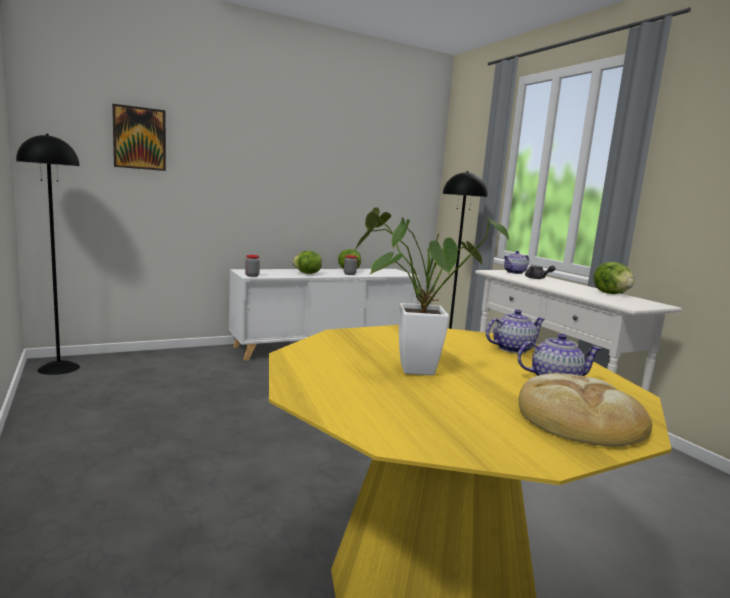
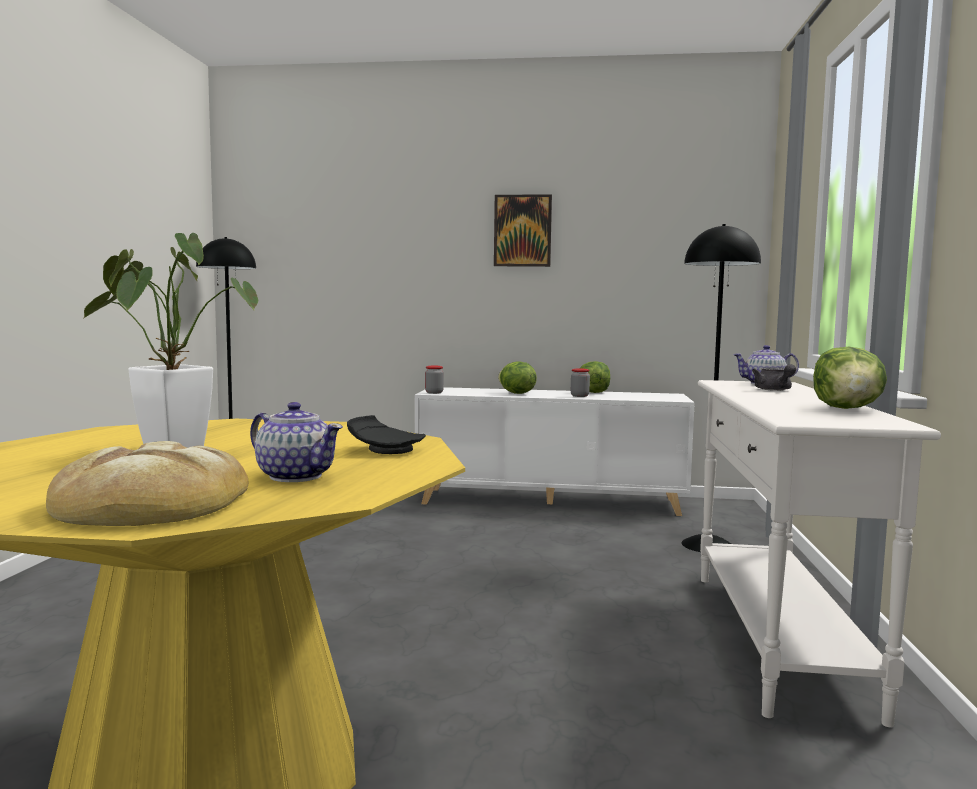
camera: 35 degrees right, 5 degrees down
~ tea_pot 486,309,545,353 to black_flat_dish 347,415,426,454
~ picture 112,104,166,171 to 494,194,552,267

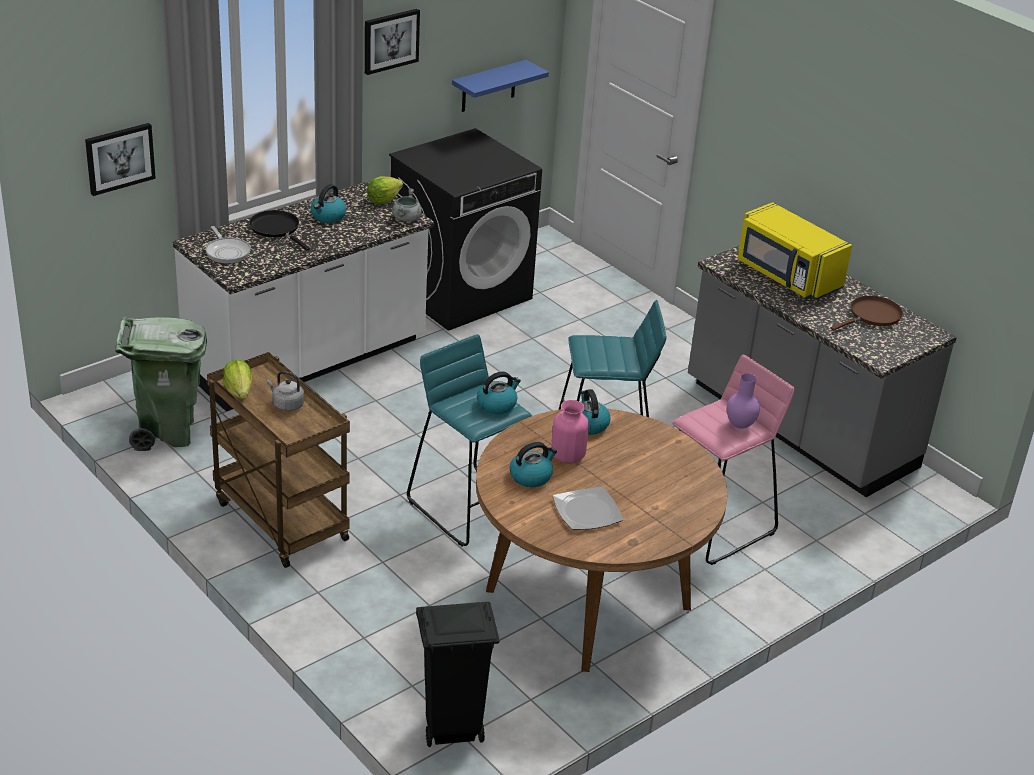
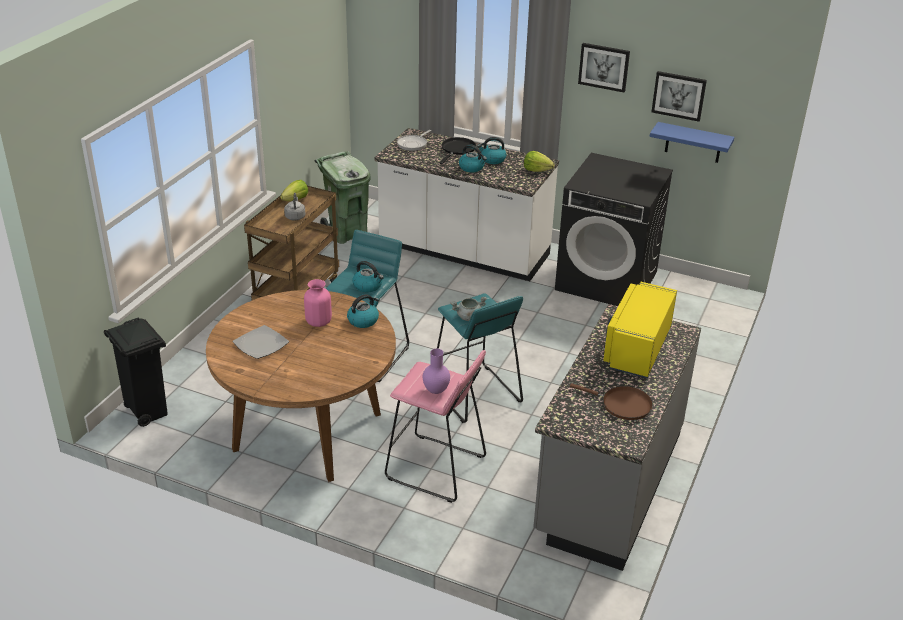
camera: 65 degrees right, 0 degrees up
~ grey_stockpot 392,188,421,222 to 450,296,487,321
~ tea_kettle 509,442,557,487 to 459,145,487,173
~ picture 85,123,156,196 to 651,71,707,122

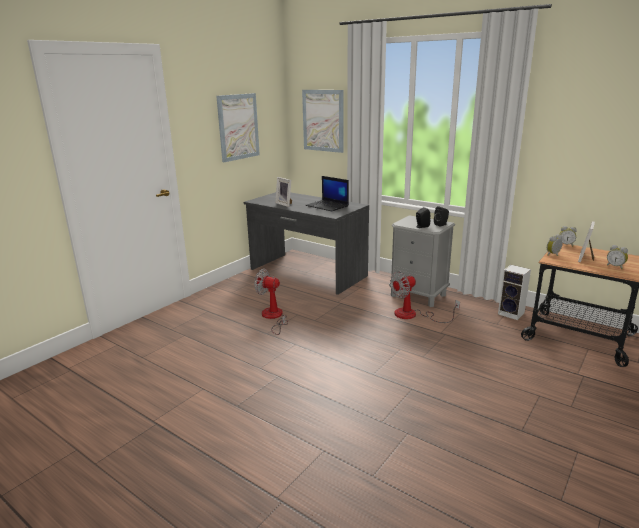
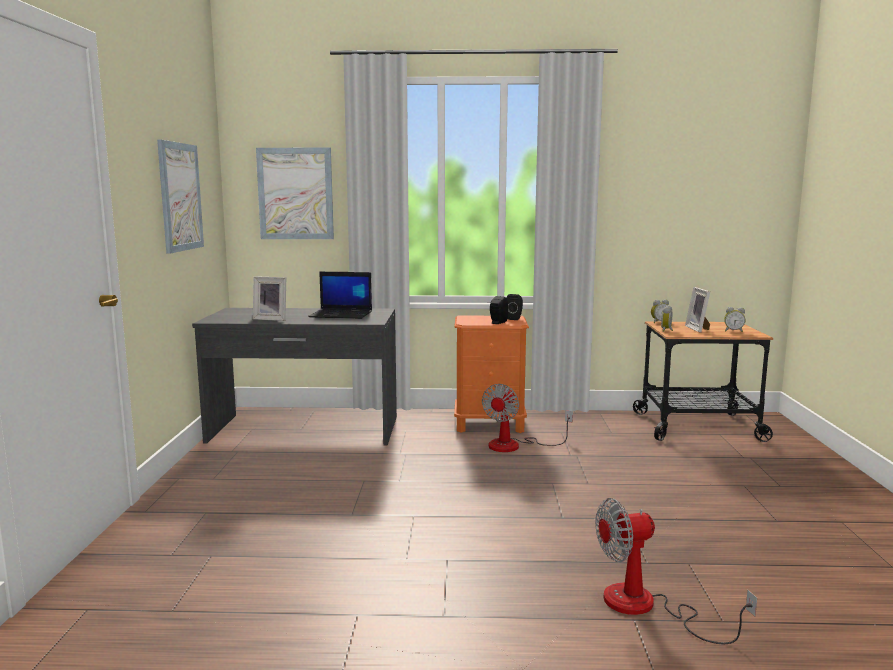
camera: 35 degrees left, 10 degrees down
~ grey_nightstand 389,215,455,307 to orange_nightstand 454,315,529,433
~ cooling_fan 254,269,288,335 to 595,498,757,645
- speaker 498,265,531,320

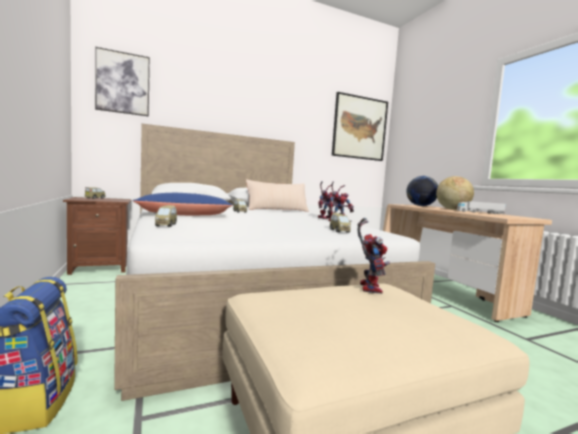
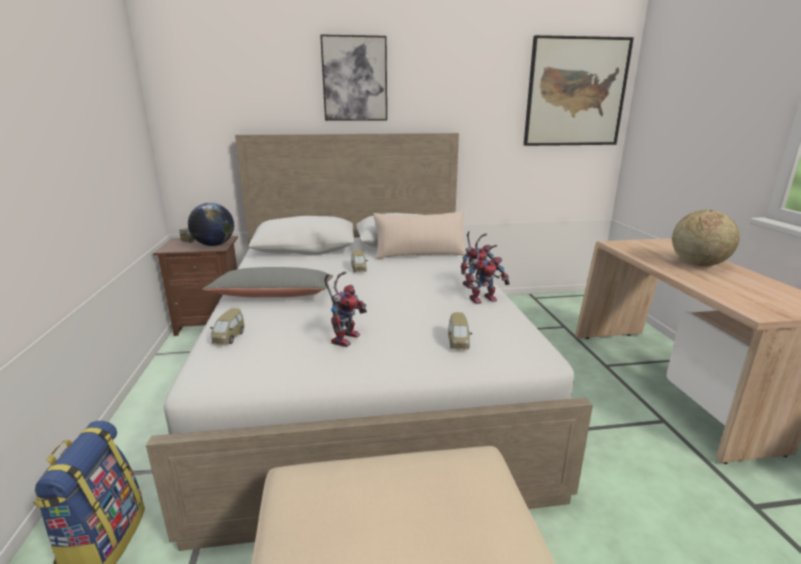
camera: 15 degrees right, 15 degrees up
~ desk_globe 406,176,438,206 to 188,203,234,246
~ blue-coloured_cushion 132,193,233,216 to grey_cushion 202,267,333,297
~ picture 95,47,150,116 to 320,34,387,121
~ robot_figure 358,218,390,294 to 324,271,367,347
- model_truck 457,201,506,214

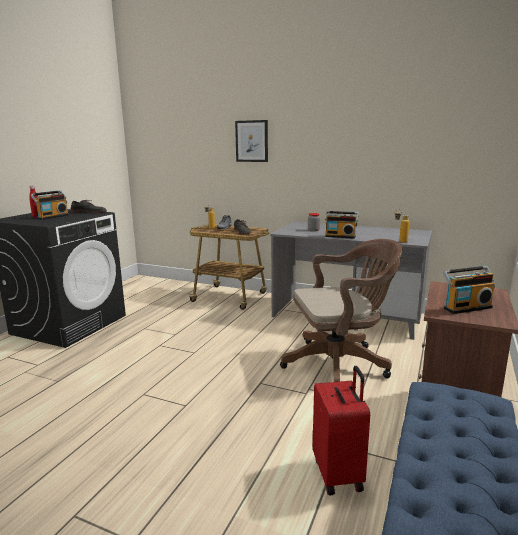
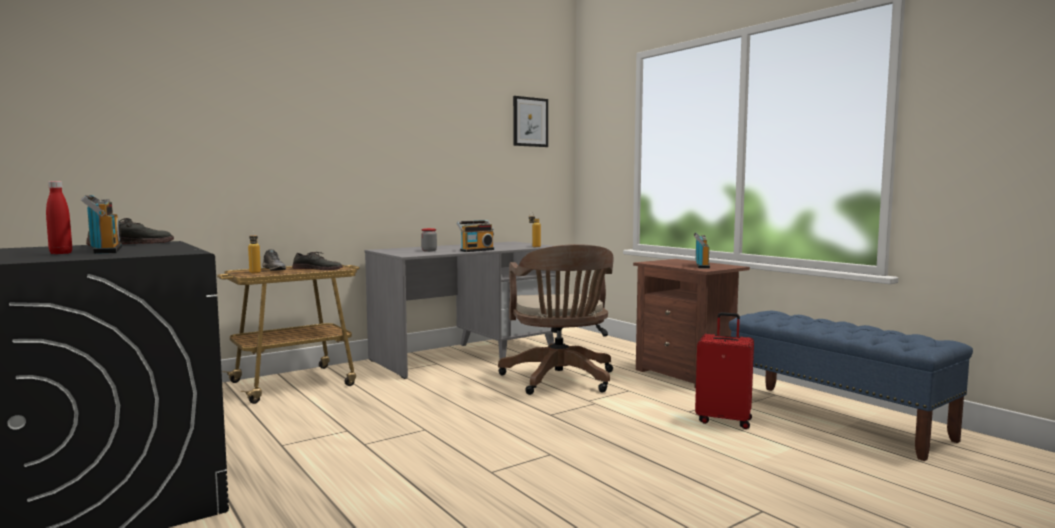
camera: 60 degrees left, 10 degrees down
~ brownish_computer_chair 280,239,402,382 = 498,244,614,395 150 degrees clockwise
~ picture 235,120,268,162 to 513,96,548,147

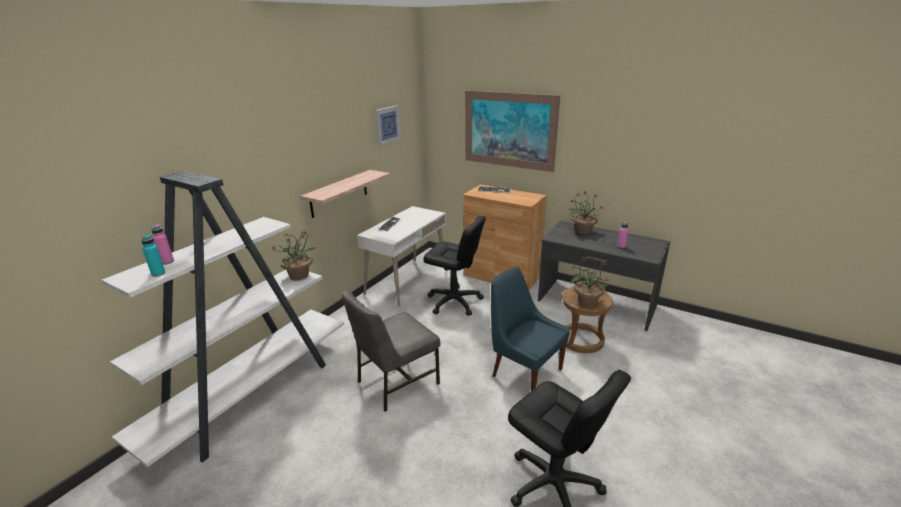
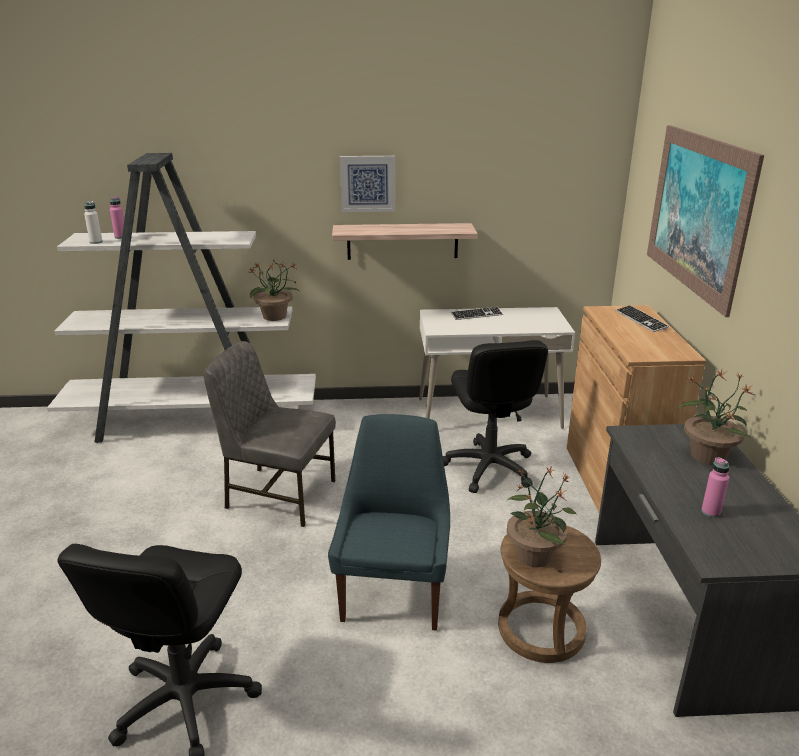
camera: 55 degrees right, 0 degrees up
~ blue-green_drink_bottle 142,234,166,277 to white_drink_bottle 84,201,103,244
~ picture 375,105,401,146 to 340,156,395,212

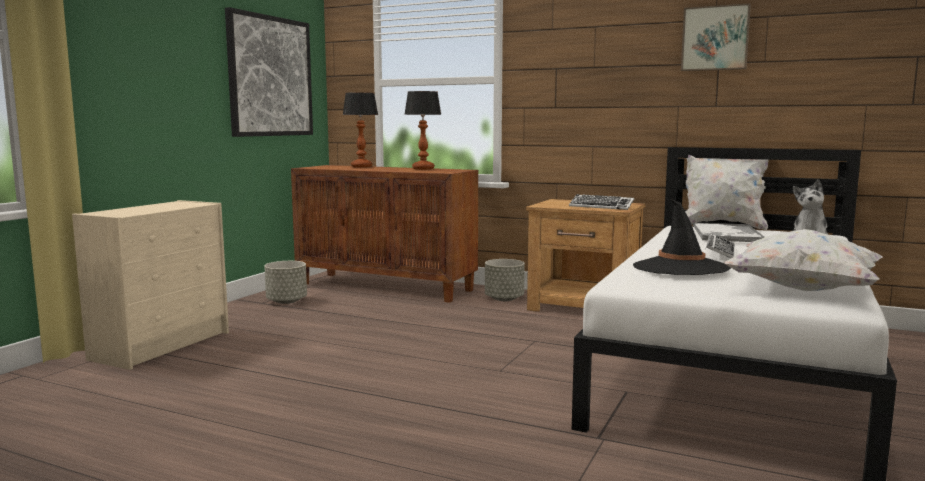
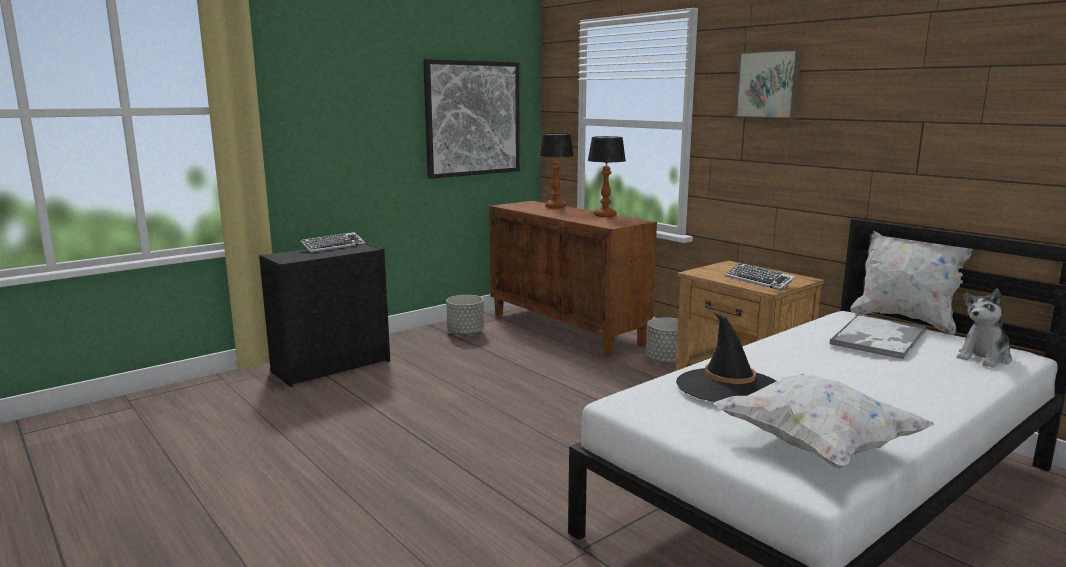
camera: 25 degrees right, 5 degrees up
~ beige-coloured_chest_of_drawers 72,200,229,370 to black_chest_of_drawers 259,243,390,387
~ computer_keyboard 705,233,735,258 to 300,232,365,253
~ picture 681,3,751,71 to 735,49,802,119

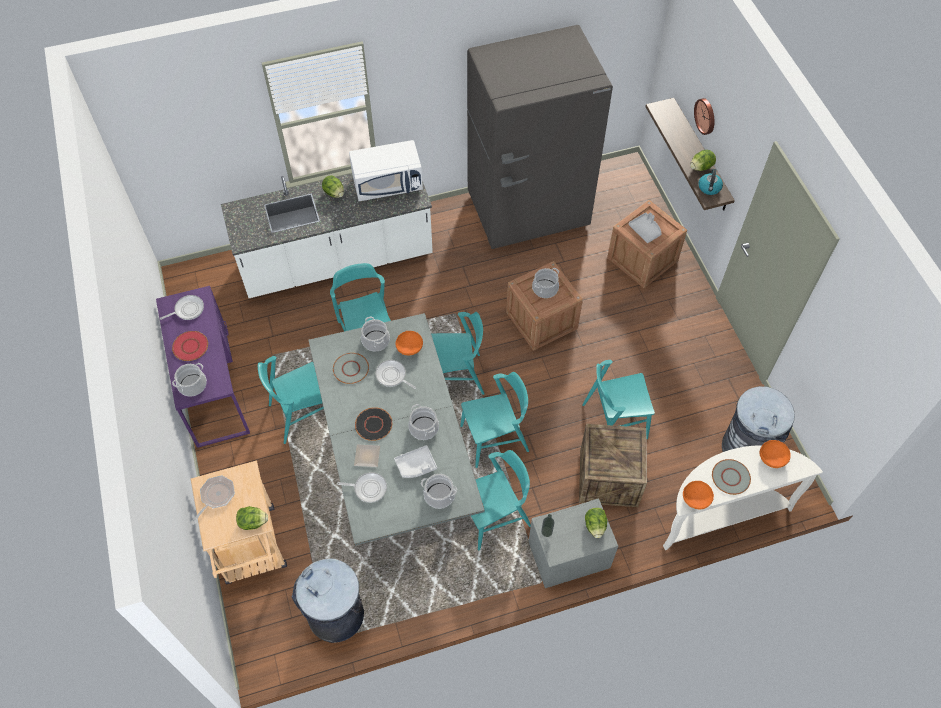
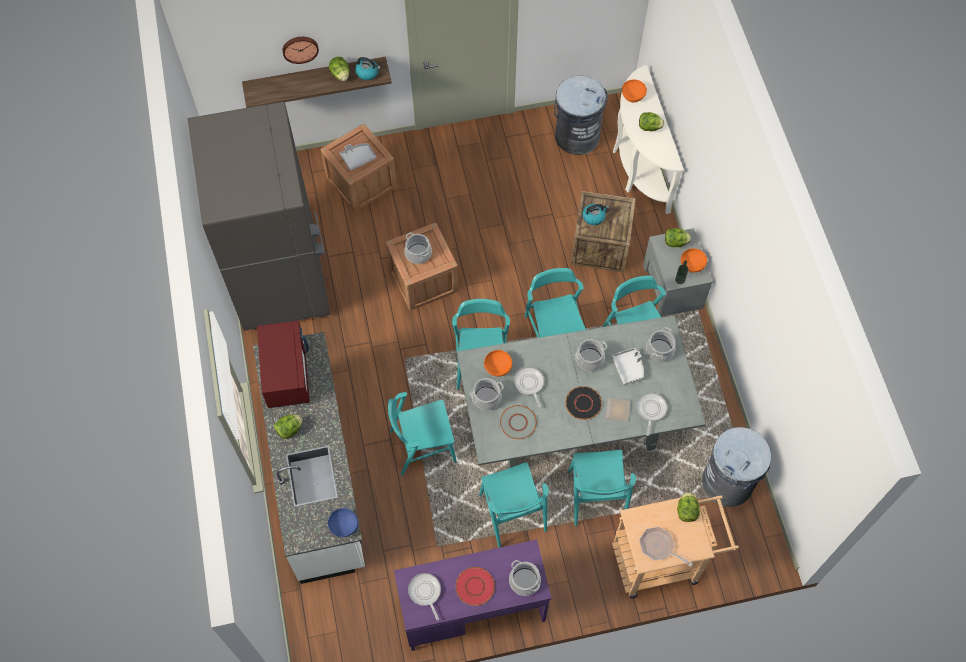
camera: 85 degrees left, 5 degrees up
~ white_microwave_oven 349,140,423,201 to red-coloured_microwave_oven 257,321,310,408
+ blue-coloured_serving_bowl 328,508,358,537
~ skillet 376,360,416,389 = 514,367,544,408 120 degrees clockwise
~ blue-green_chair 582,360,655,439 to 568,450,636,526
+ tea_kettle 582,204,609,225
~ grey_flat_dish 712,459,751,495 to lettuce 639,112,664,131
~ orange_serving_bowl 683,481,714,509 to 681,248,707,273

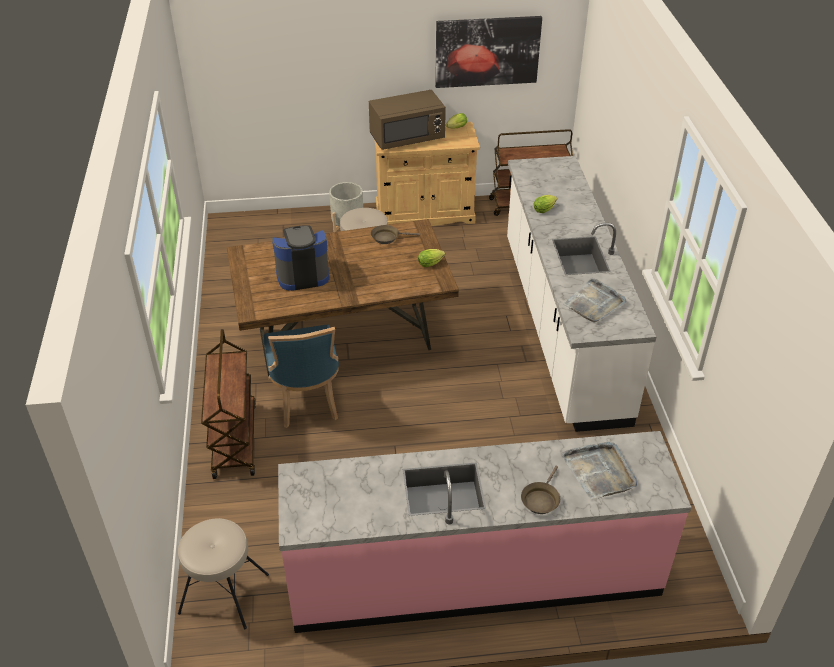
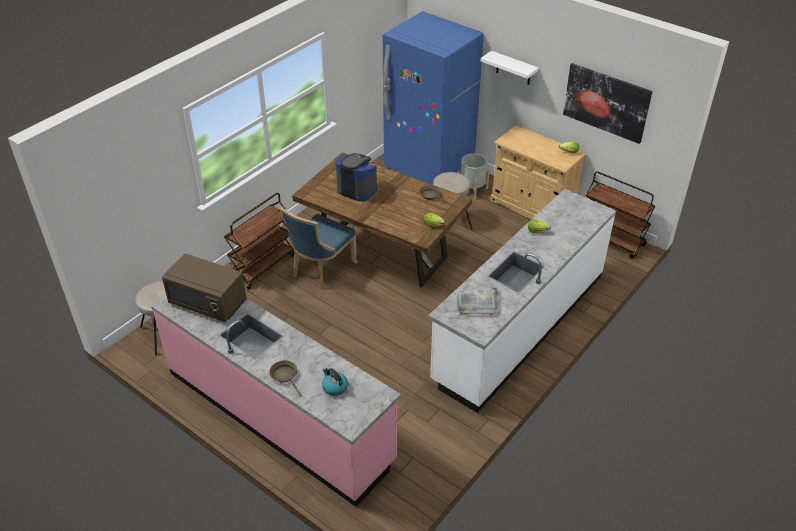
camera: 45 degrees right, 0 degrees up
~ brownish_microwave_oven 369,90,446,150 to 162,253,247,322
~ brownish_skillet 521,466,560,514 = 270,360,302,397 75 degrees clockwise
~ grey_carrying_tray 561,442,637,500 to tea_kettle 322,368,348,396
+ blue-coloured_kitchen_fridge 383,11,484,185
+ white_wall_shelf 480,51,539,85

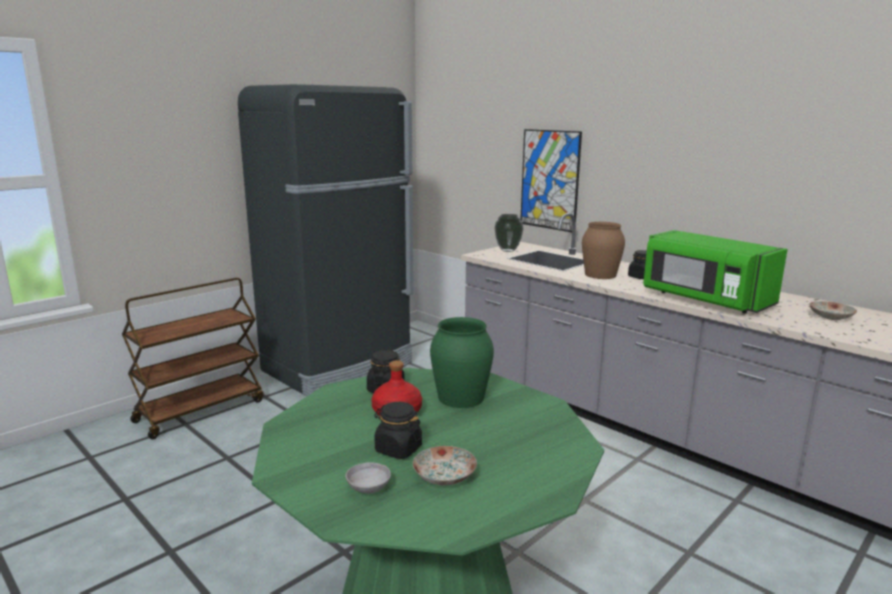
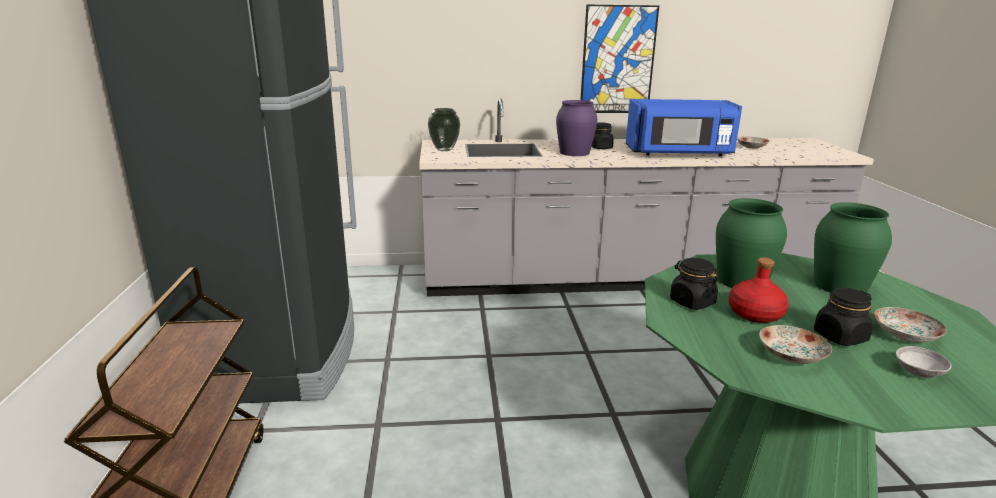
camera: 50 degrees left, 5 degrees up
~ brownish_vase 582,222,625,279 to purple_vase 556,100,597,156
~ picture 520,129,582,232 to 580,5,659,113
~ green-coloured_microwave_oven 643,230,788,314 to blue-coloured_microwave_oven 626,99,742,156
+ flat_dish 759,325,832,364
+ green-coloured_vase 814,202,892,293

